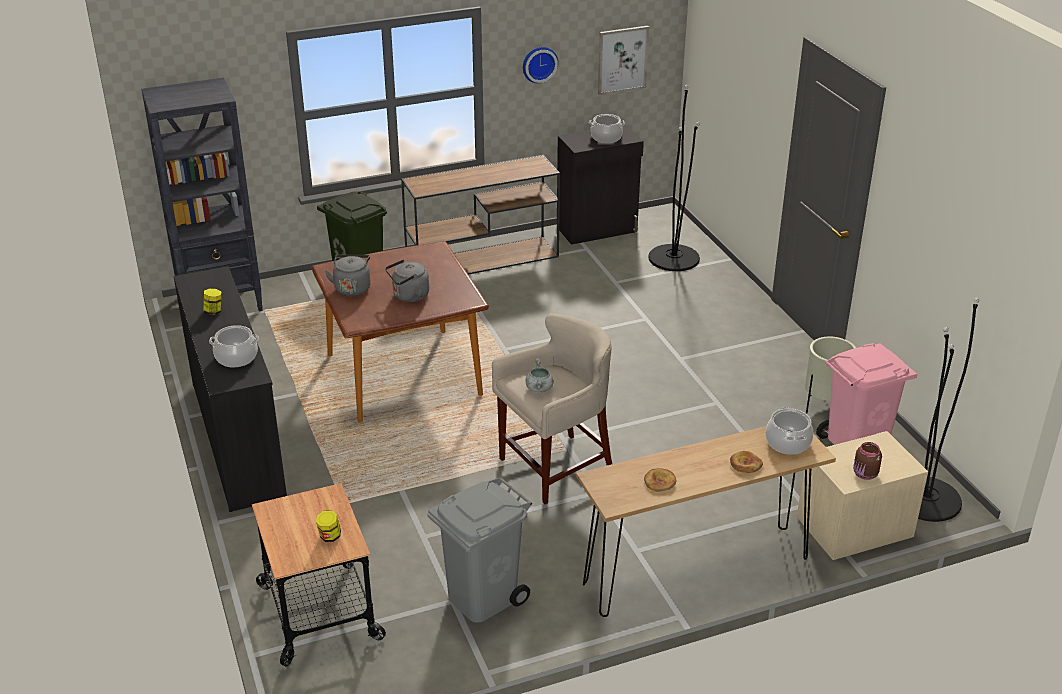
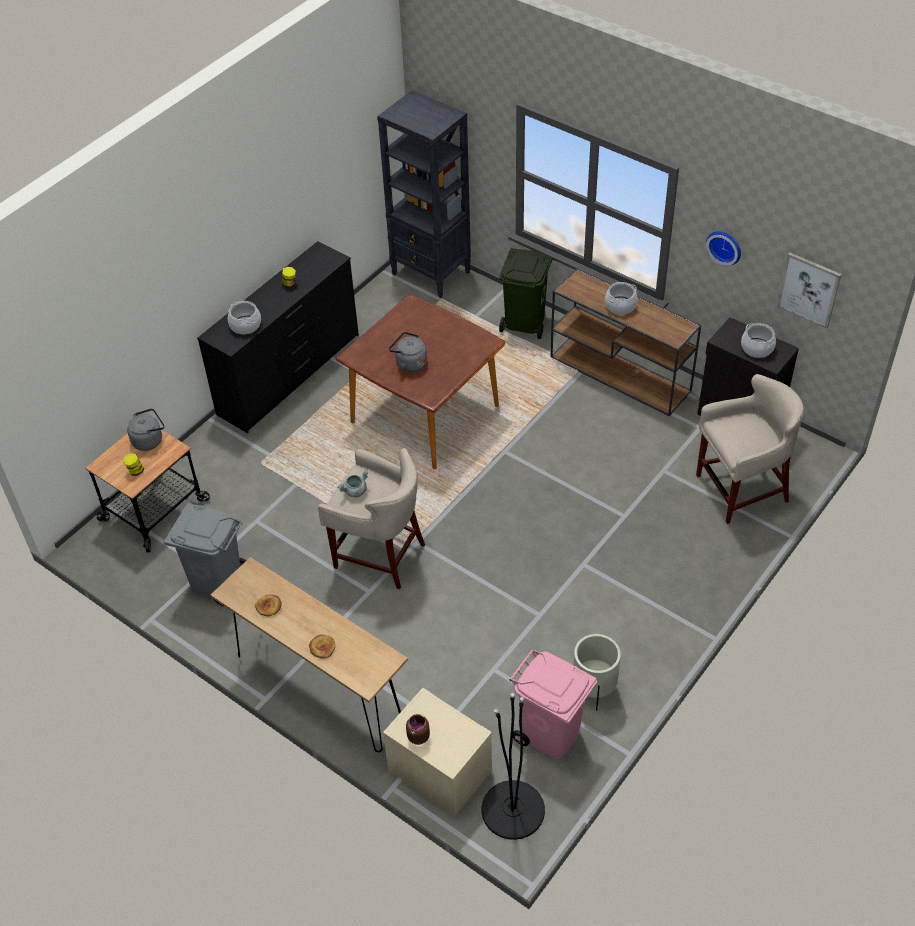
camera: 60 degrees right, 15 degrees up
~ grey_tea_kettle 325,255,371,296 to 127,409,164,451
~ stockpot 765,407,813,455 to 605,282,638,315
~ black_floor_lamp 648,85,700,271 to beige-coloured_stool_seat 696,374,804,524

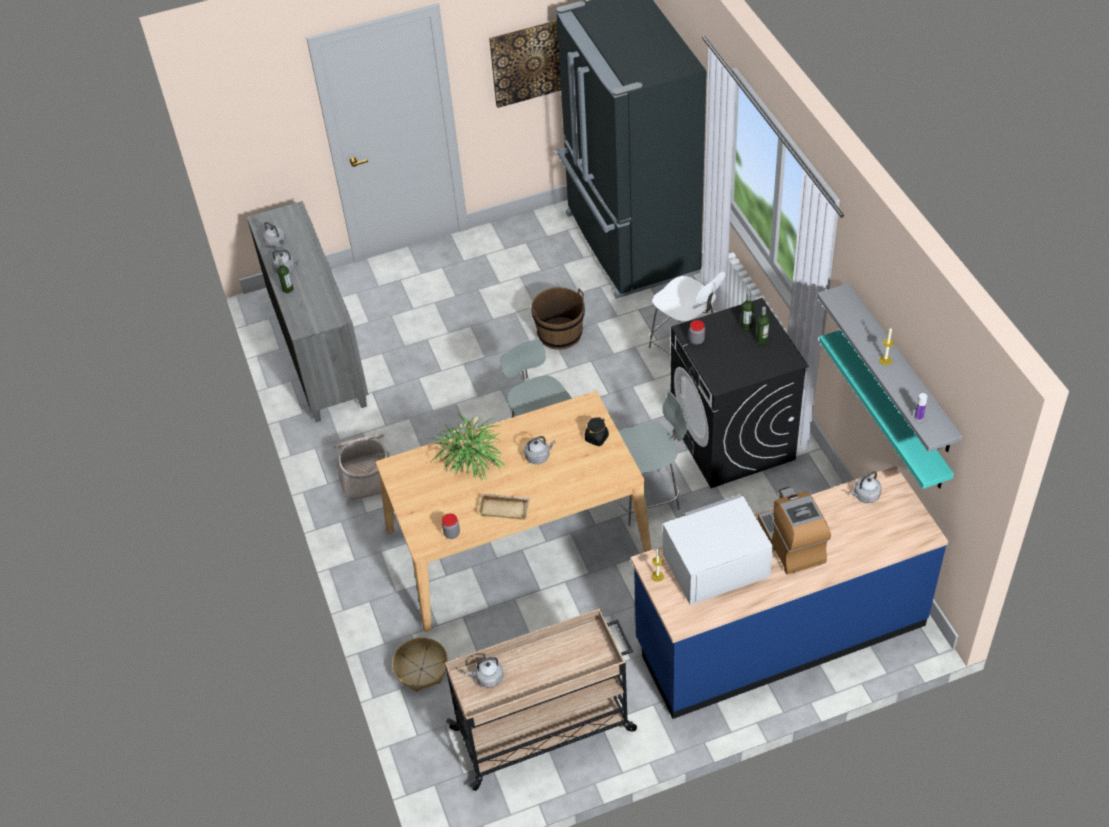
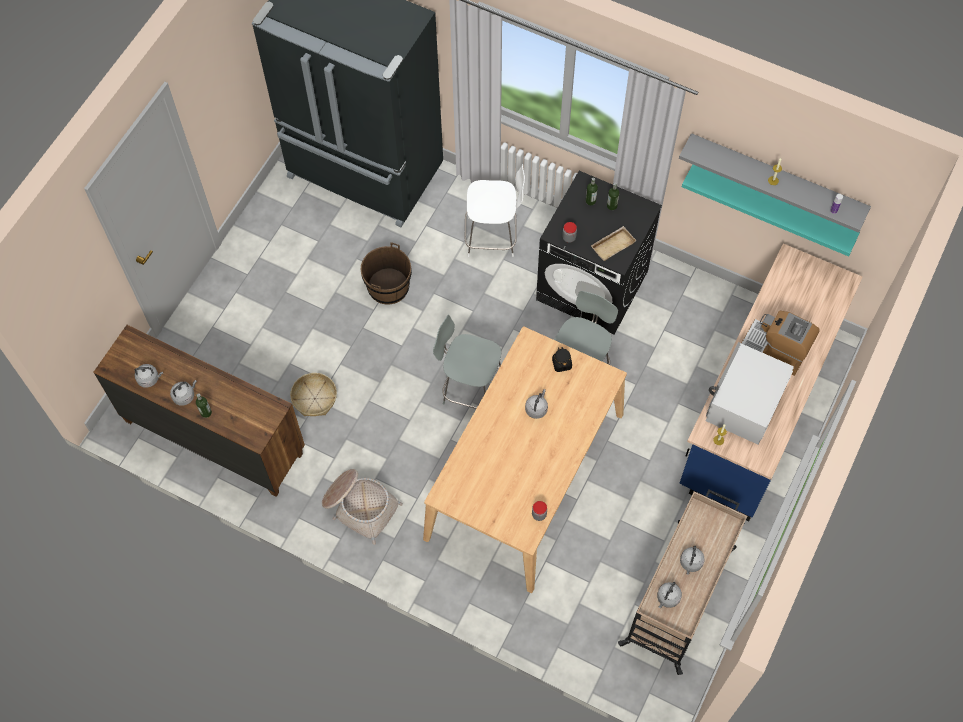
camera: 45 degrees left, 15 degrees up
~ grey_chest_of_drawers 247,201,369,422 to brownish_chest_of_drawers 93,325,305,497
~ storage_basket 392,637,448,692 to 290,373,337,416
~ beige-coloured_carrying_tray 478,494,530,520 to 591,226,637,261
~ grey_tea_kettle 850,471,882,503 to 680,546,705,575
- houseplant 427,414,505,481
- picture 489,20,561,108

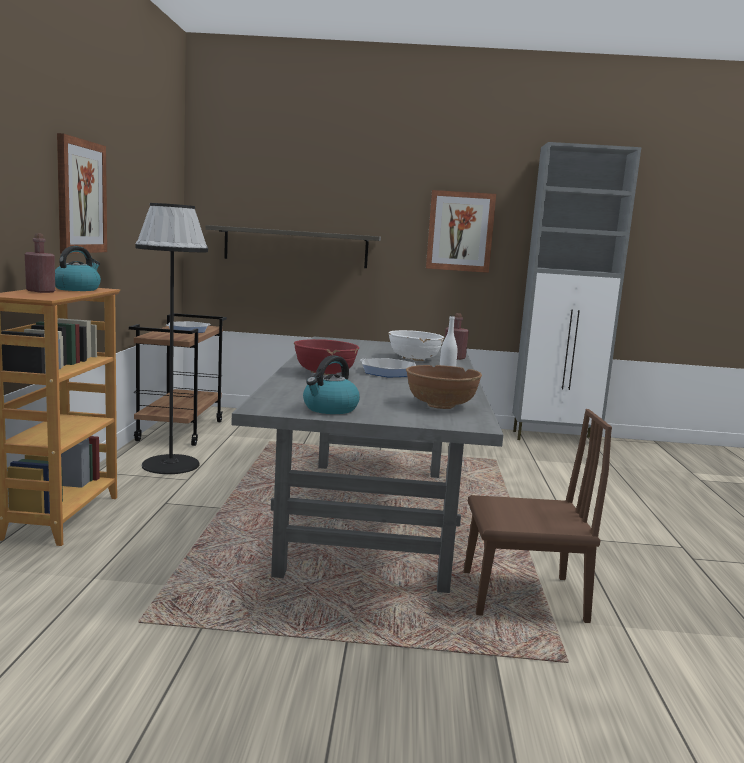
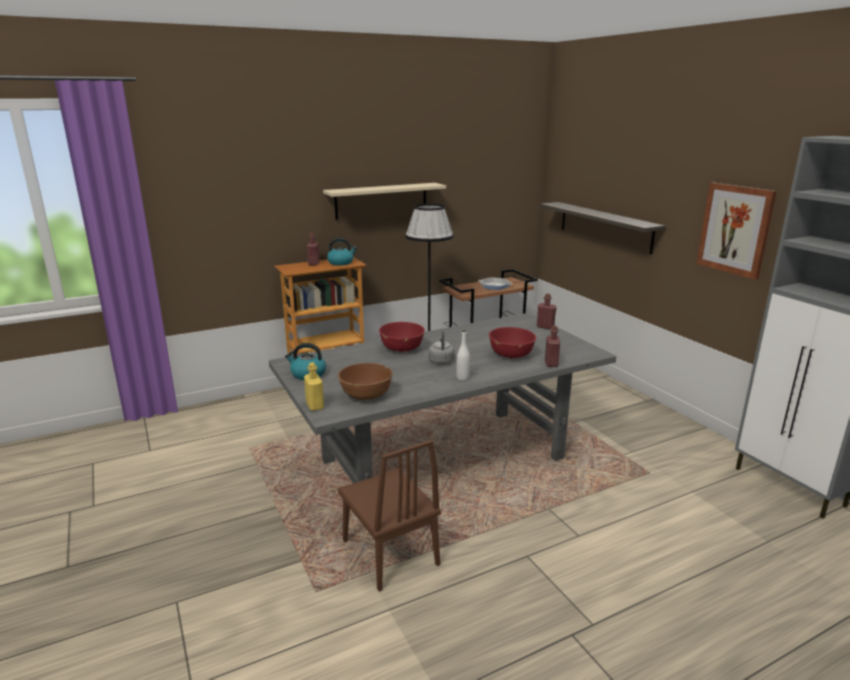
camera: 60 degrees right, 10 degrees up
+ yellow_drink_bottle 304,362,324,411
~ picture 57,133,107,254 to beige-coloured_wall_shelf 323,183,446,220
~ skillet 360,358,416,377 to grey_tea_kettle 429,331,454,364
~ white_serving_bowl 388,330,444,361 to red-coloured_serving_bowl 489,327,536,359
+ red-coloured_drink_bottle 537,293,557,329

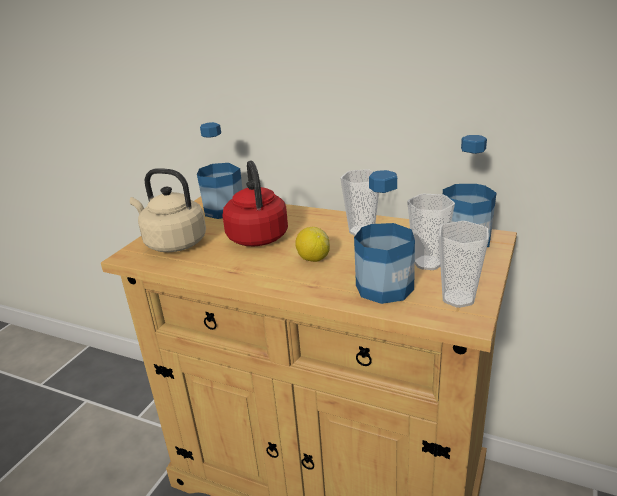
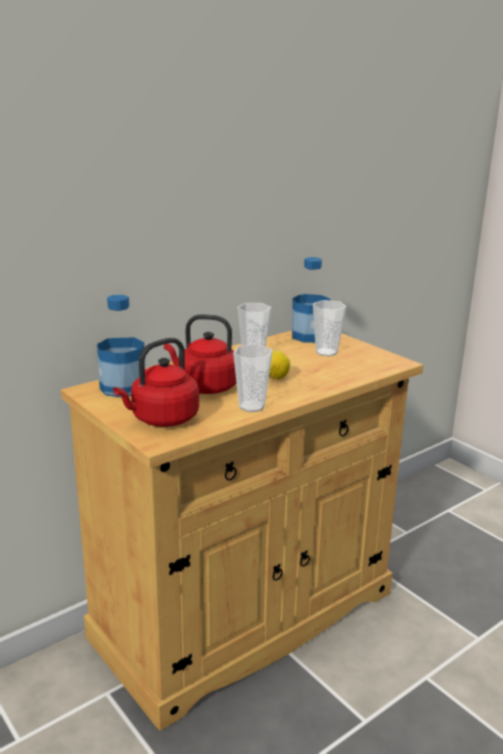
camera: 65 degrees left, 5 degrees down
~ beige-coloured_tea_kettle 130,168,206,252 to red-coloured_tea_kettle 113,338,199,427
~ drinking_cup 439,221,489,308 to 233,344,273,412
- drink_bottle 354,170,415,304

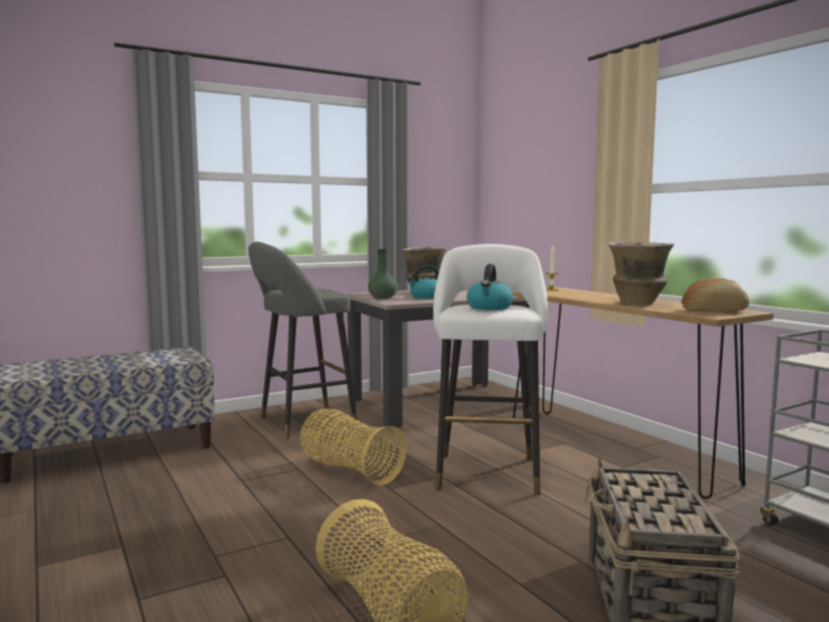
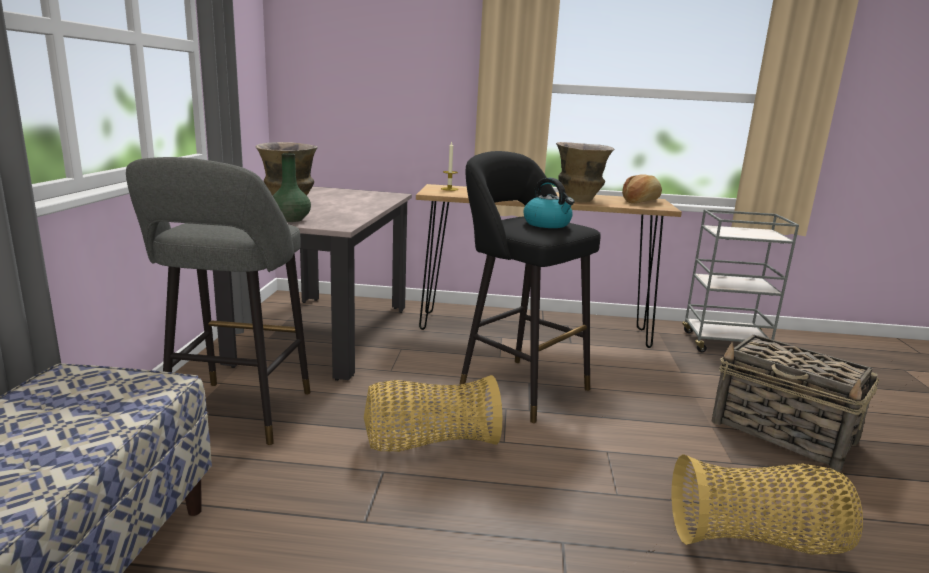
camera: 55 degrees left, 10 degrees up
~ white_stool_seat 433,244,548,495 to black_stool_seat 459,151,601,423
- tea_kettle 407,265,439,299

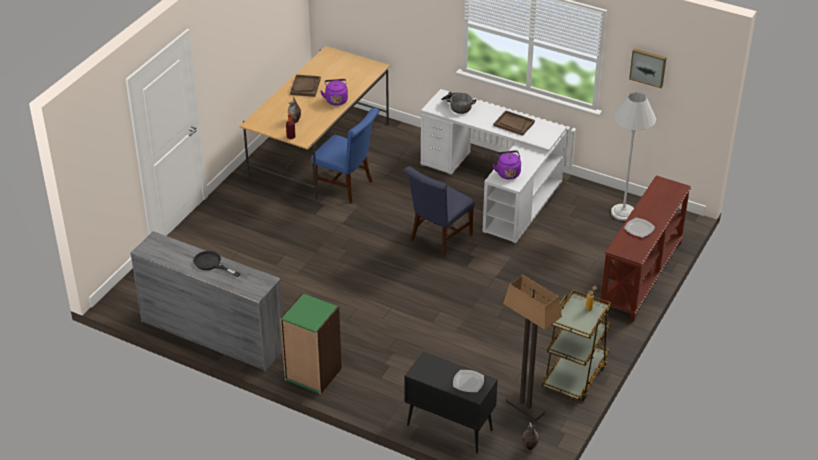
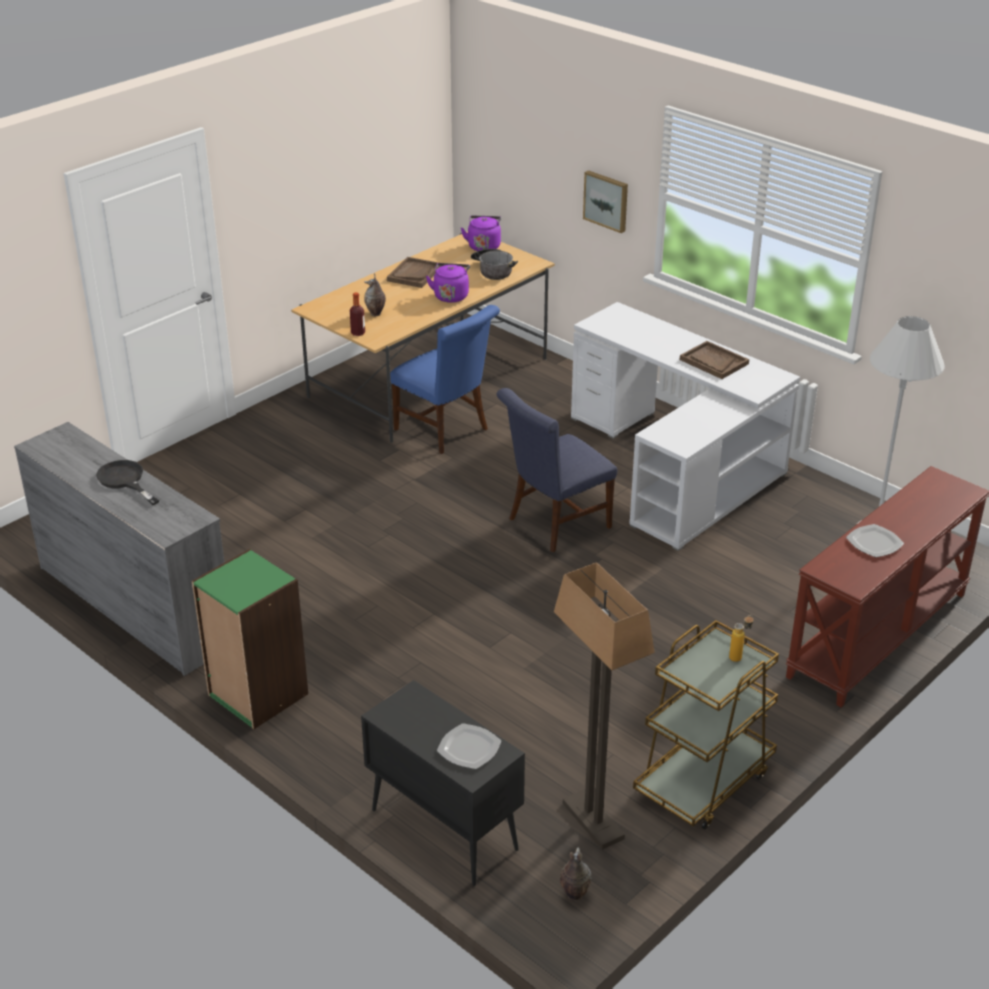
camera: 15 degrees right, 5 degrees down
~ purple_tea_kettle 493,150,521,179 to 461,216,501,251
~ stockpot 441,92,477,114 to 471,248,518,280
~ picture 629,49,667,88 to 583,170,628,233

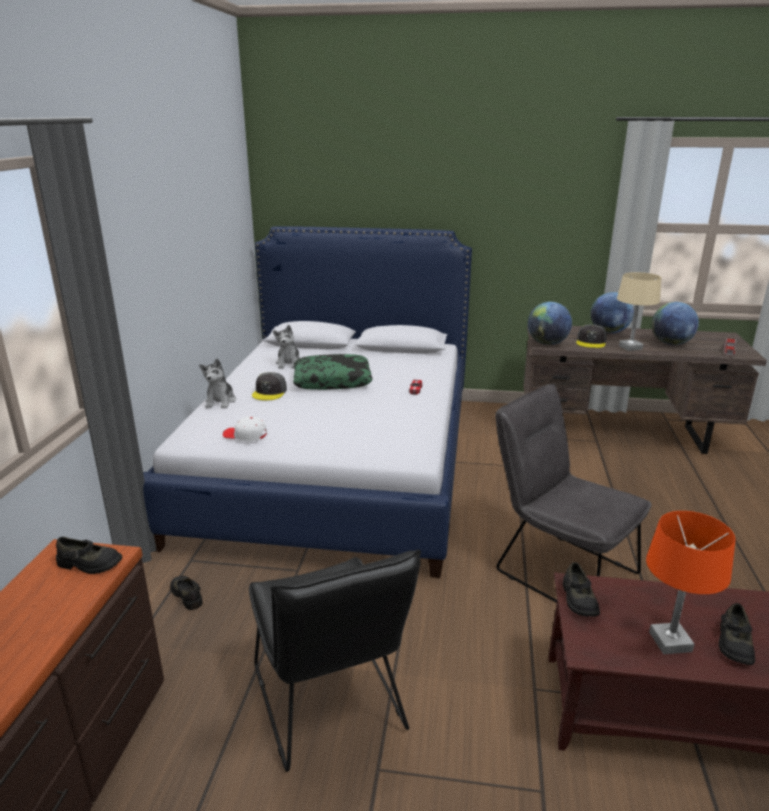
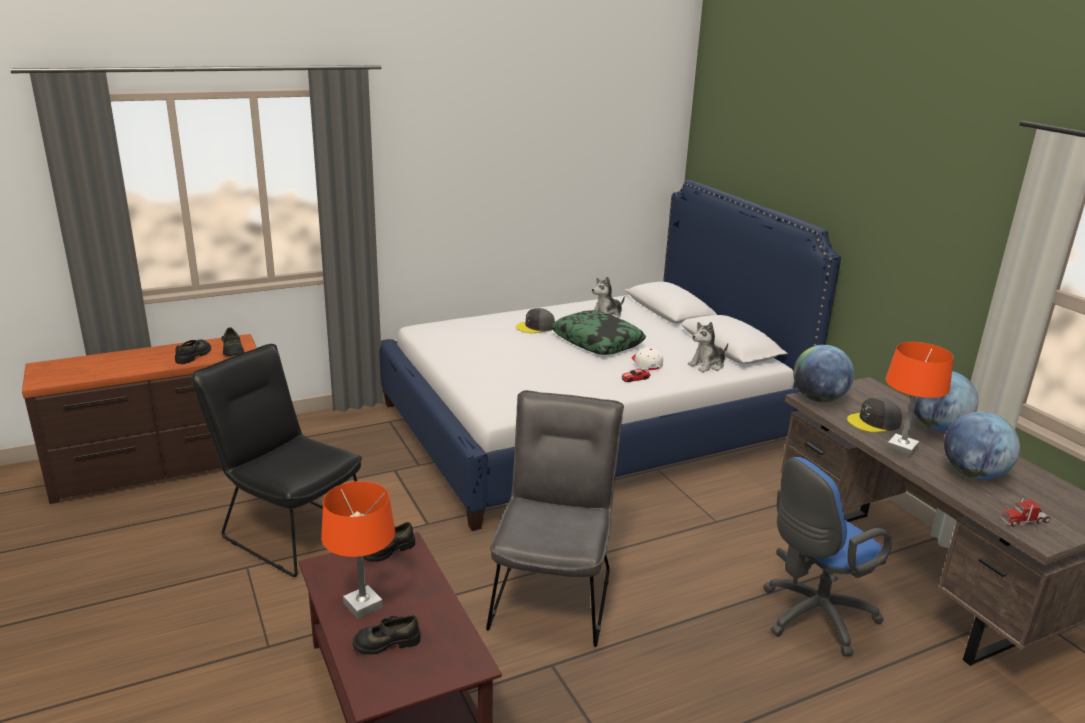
camera: 55 degrees right, 0 degrees up
~ black_shoe 170,576,203,610 to 175,339,211,364
~ black_chair 249,549,421,772 = 191,344,362,577 90 degrees clockwise
~ white_cap 223,416,267,441 to 632,347,663,370
~ plush_toy 199,359,236,408 to 688,322,728,372
+ blue-coloured_computer_chair 763,457,892,657
~ beige-coloured_lamp_for_a_table 617,272,661,351 to orange_lamp_for_a_table 886,342,954,457

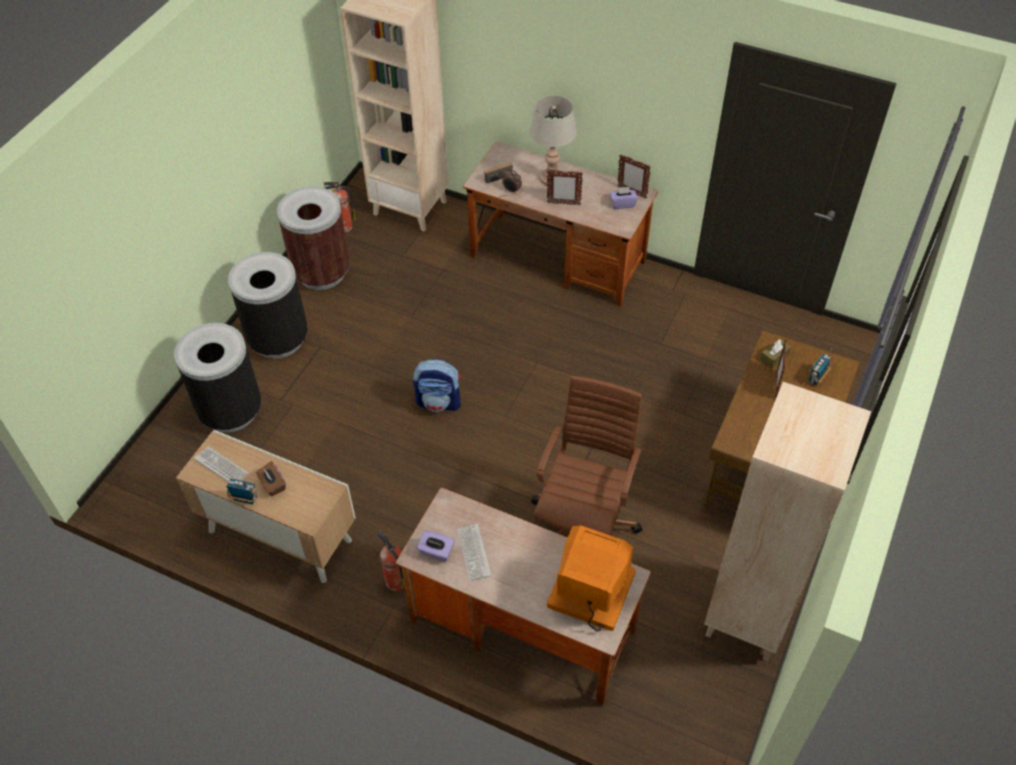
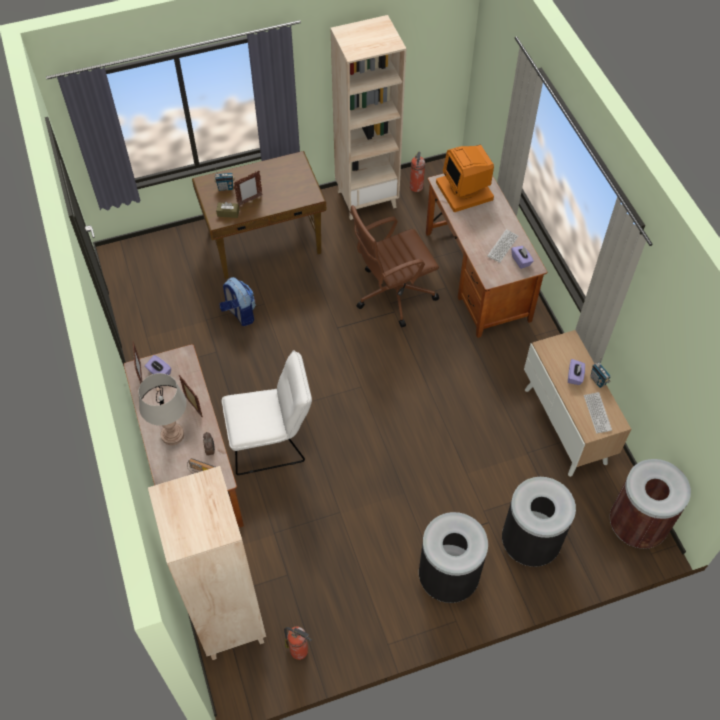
camera: 135 degrees left, 5 degrees up
~ knapsack 413,359,461,412 to 220,277,256,326
+ white_chair 222,350,312,475
~ extinguisher 377,530,405,591 to 410,151,425,192
~ brownish_tissue_box 256,461,286,496 to purple_tissue_box 568,359,585,385
~ brownish_trash_can 277,186,350,290 to 610,459,691,549

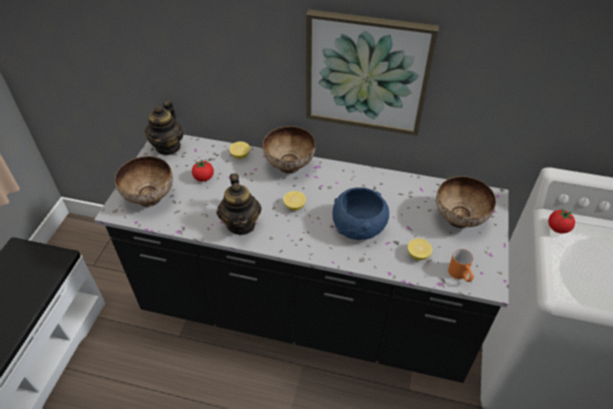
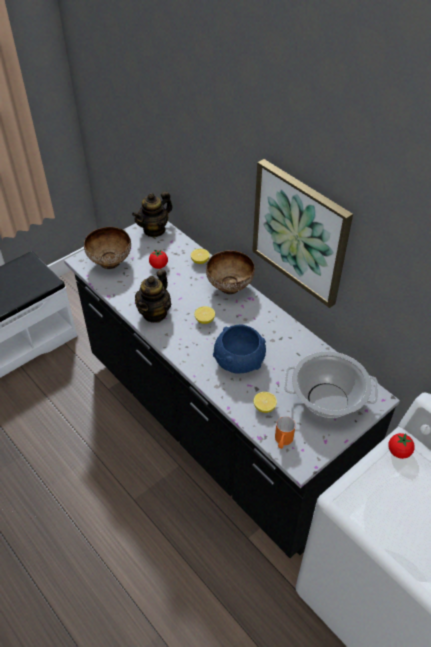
camera: 35 degrees right, 0 degrees up
~ serving_bowl 436,176,496,228 to stockpot 284,351,378,418

